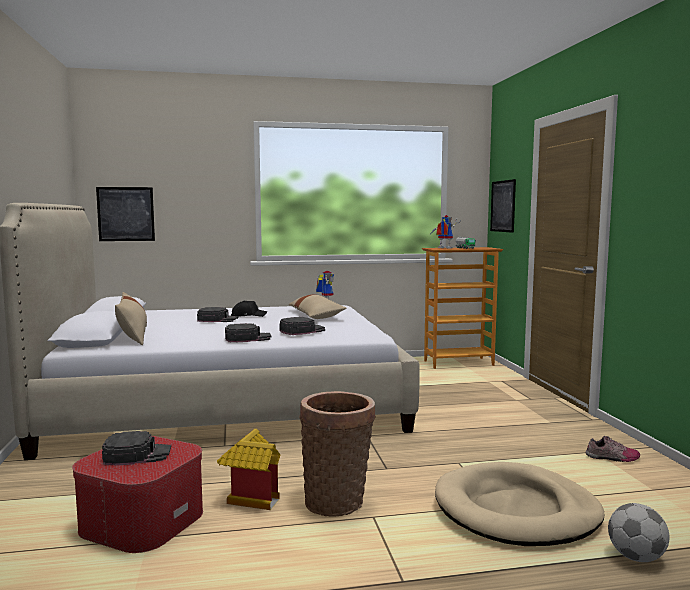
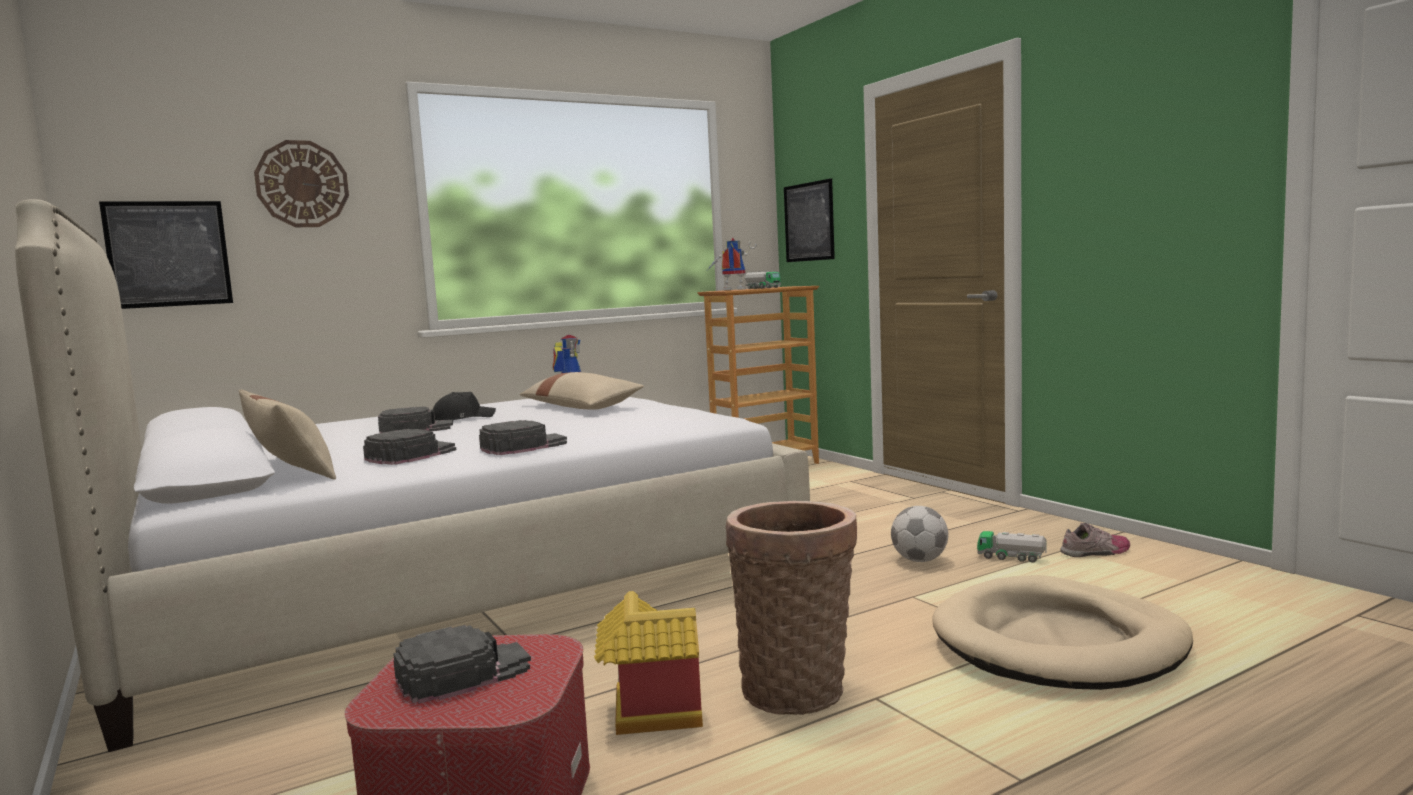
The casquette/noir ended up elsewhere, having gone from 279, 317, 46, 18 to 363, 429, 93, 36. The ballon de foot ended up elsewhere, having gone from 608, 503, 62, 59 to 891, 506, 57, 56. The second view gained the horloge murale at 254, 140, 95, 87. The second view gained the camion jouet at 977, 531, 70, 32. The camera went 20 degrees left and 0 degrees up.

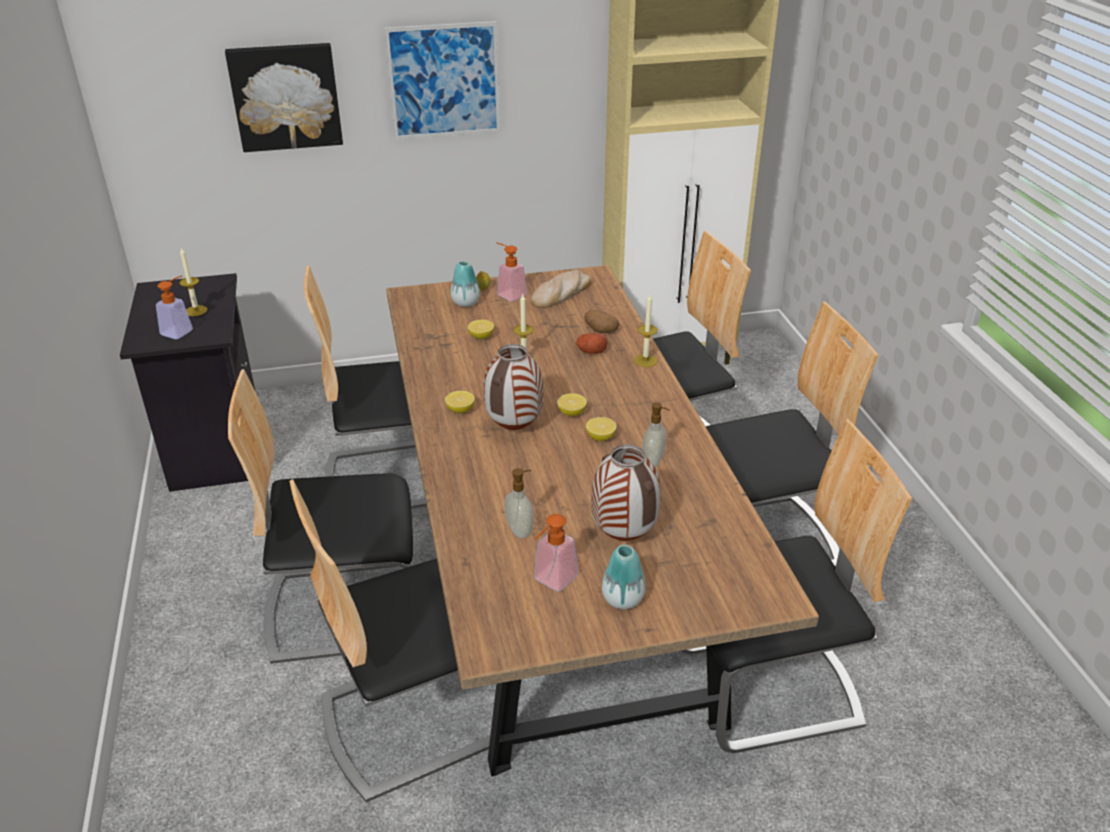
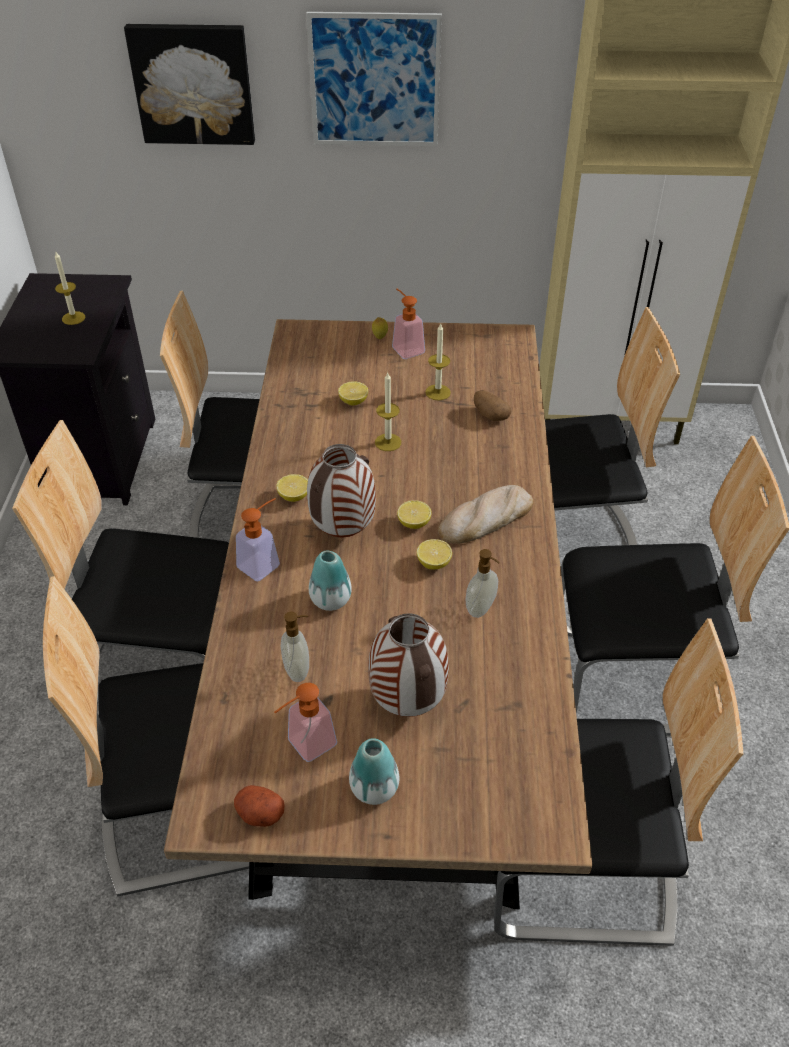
The distributeur de savon ended up elsewhere, having gone from 156, 276, 37, 63 to 236, 498, 44, 83. The vase ended up elsewhere, having gone from 451, 261, 29, 46 to 309, 551, 43, 60. The pain ended up elsewhere, having gone from 530, 270, 61, 38 to 438, 485, 95, 59. The pomme de terre ended up elsewhere, having gone from 576, 333, 32, 21 to 234, 785, 51, 42. The bougie ended up elsewhere, having gone from 634, 294, 24, 73 to 425, 324, 26, 77. The camera went 15 degrees right and 10 degrees up.

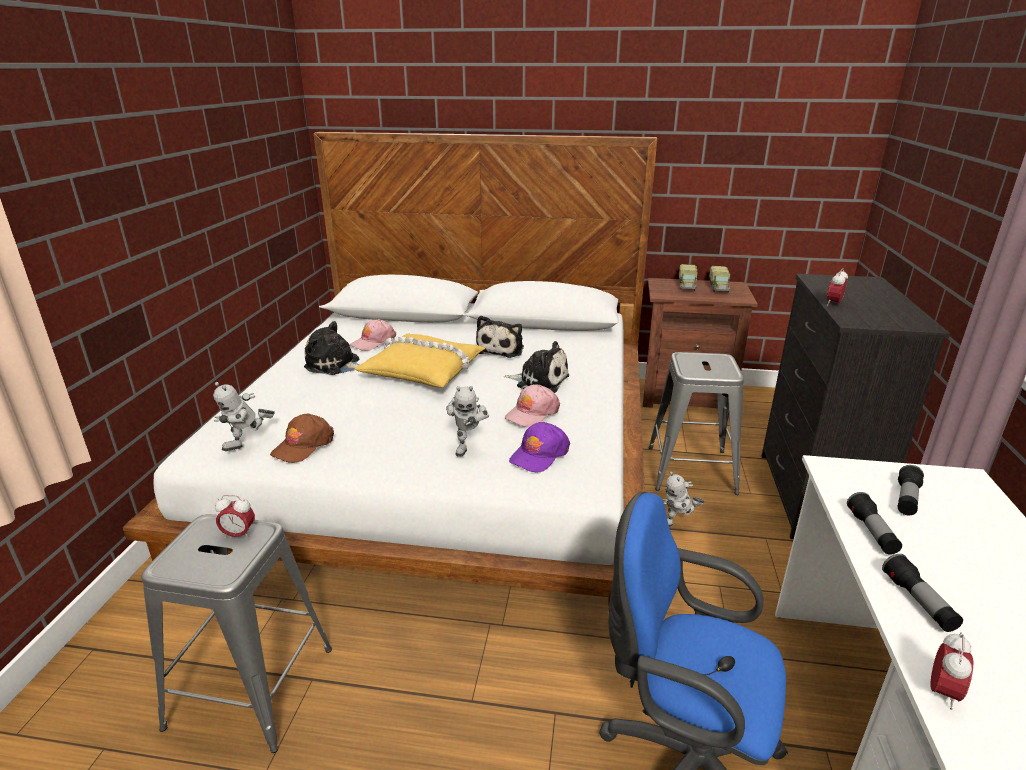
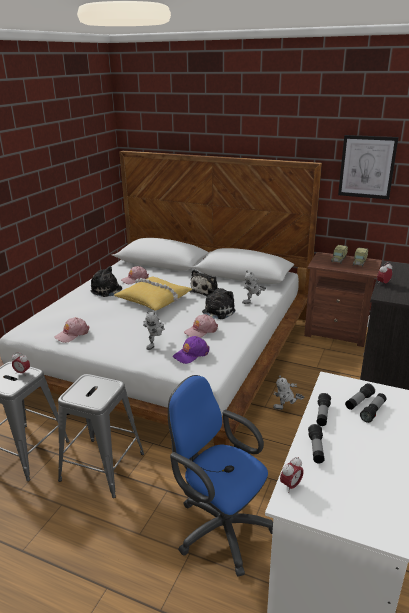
The robot jouet ended up elsewhere, having gone from 213, 382, 62, 69 to 242, 270, 24, 34. What was the casquette/marron at 270, 414, 64, 49 turned into the casquette/rose at 54, 317, 36, 26. The peluche at 503, 341, 66, 52 ended up facing another way, 90 degrees counterclockwise from before. The tabouret/gris ended up elsewhere, having gone from 649, 352, 95, 143 to 58, 374, 86, 124. The second view gained the tableau at 338, 135, 60, 64. The second view gained the lampe de poche at 360, 393, 27, 30. The camera went 15 degrees right and 0 degrees up.

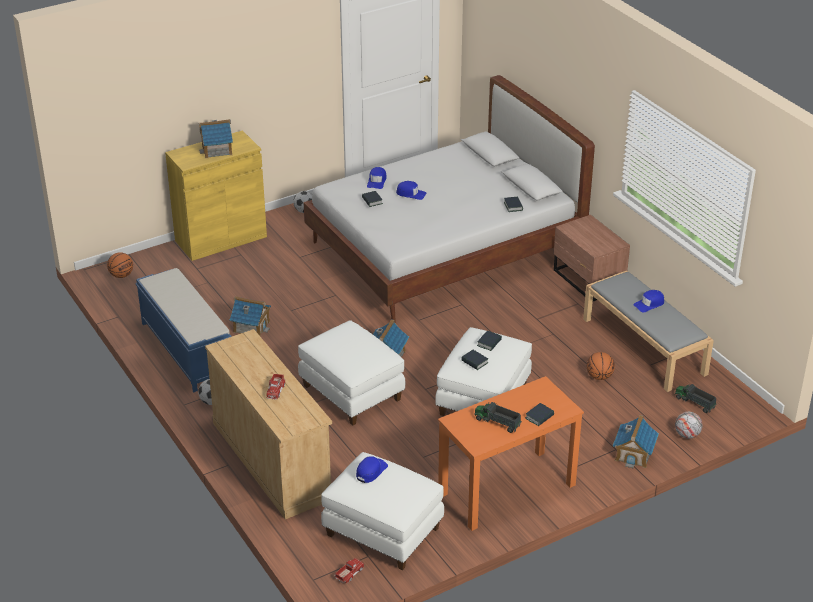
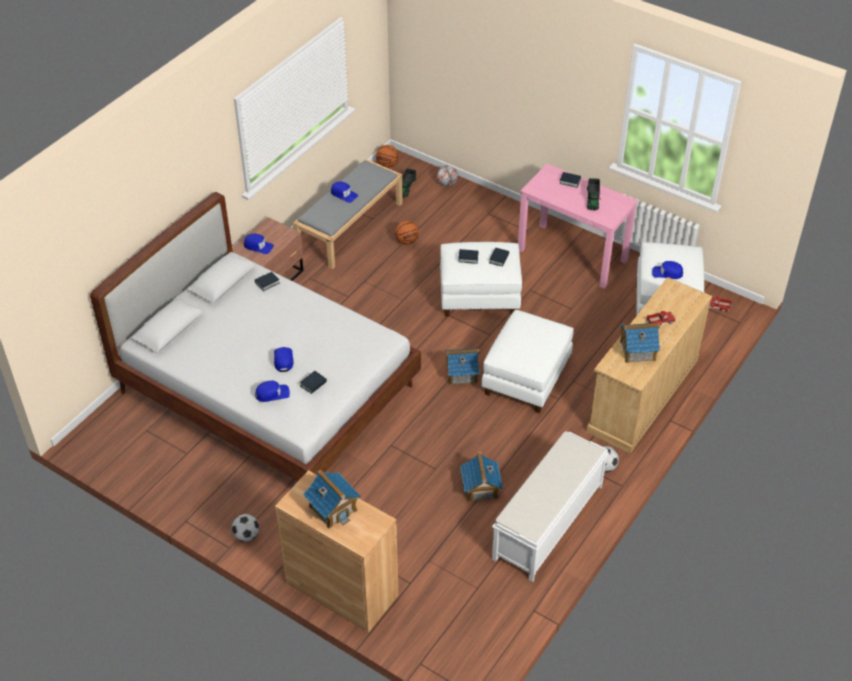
The ballon de basket ended up elsewhere, having gone from 107, 252, 26, 26 to 376, 145, 23, 23. What was the banc/bleu at 135, 268, 97, 124 turned into the banc/blanc at 492, 431, 117, 151. What was the meuble de rangement/jaune at 165, 130, 102, 131 turned into the meuble de rangement/marron at 275, 470, 123, 163. What was the bureau/orange at 438, 376, 146, 155 turned into the bureau/rose at 518, 164, 120, 124. The maison miniature ended up elsewhere, having gone from 613, 415, 46, 53 to 620, 323, 40, 40. The second view gained the casquette/bleu at 244, 234, 30, 20. The camera went 115 degrees left and 10 degrees up.

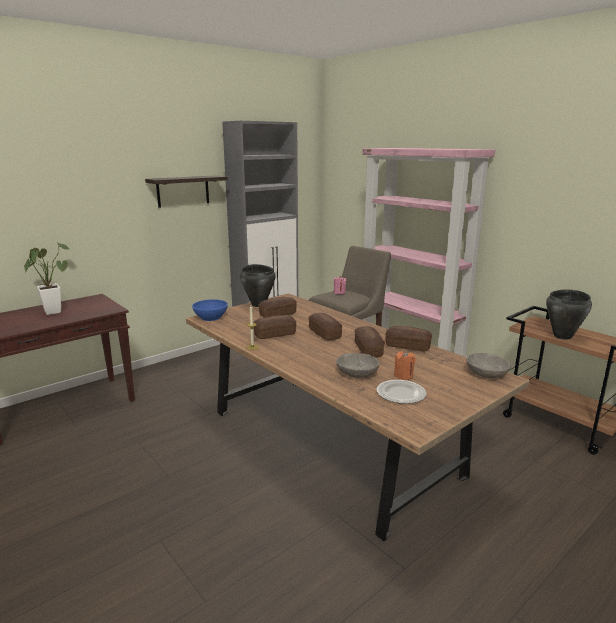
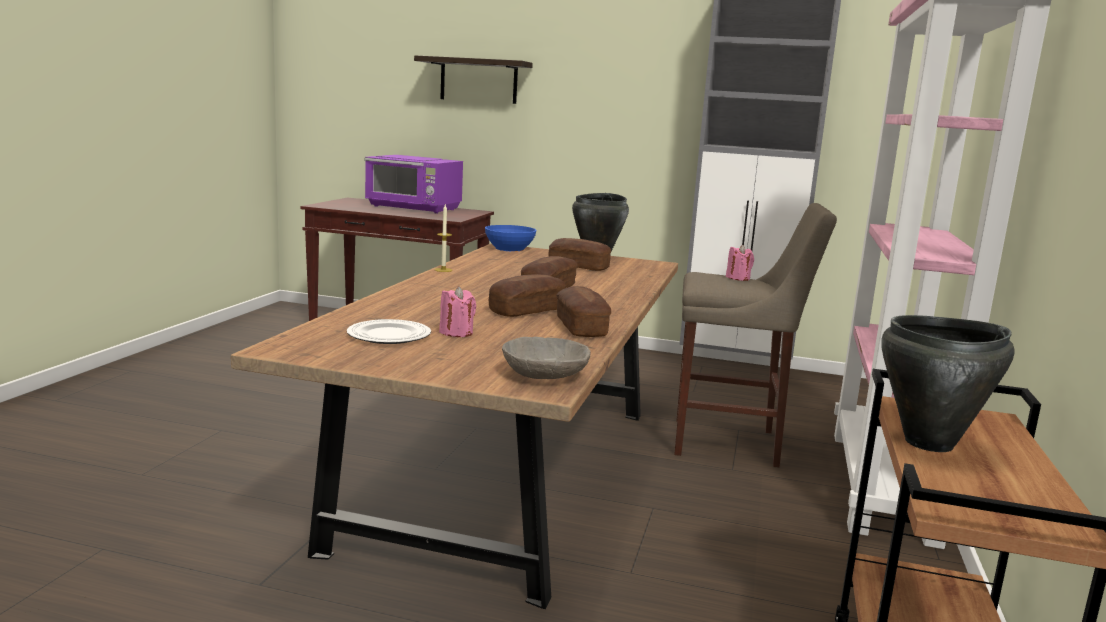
Where the plante en pot stood at 24, 242, 46, 73, the micro-ondes/violet came to stand at 364, 155, 99, 59. The étagère ended up elsewhere, having gone from 145, 175, 83, 33 to 414, 55, 119, 49. The second view lost the pain at 253, 315, 43, 24. The second view lost the bol/gris at 336, 353, 44, 25. What was the bougie/orange at 394, 351, 22, 29 turned into the bougie/rose at 439, 286, 37, 51. The camera went 55 degrees right and 5 degrees down.

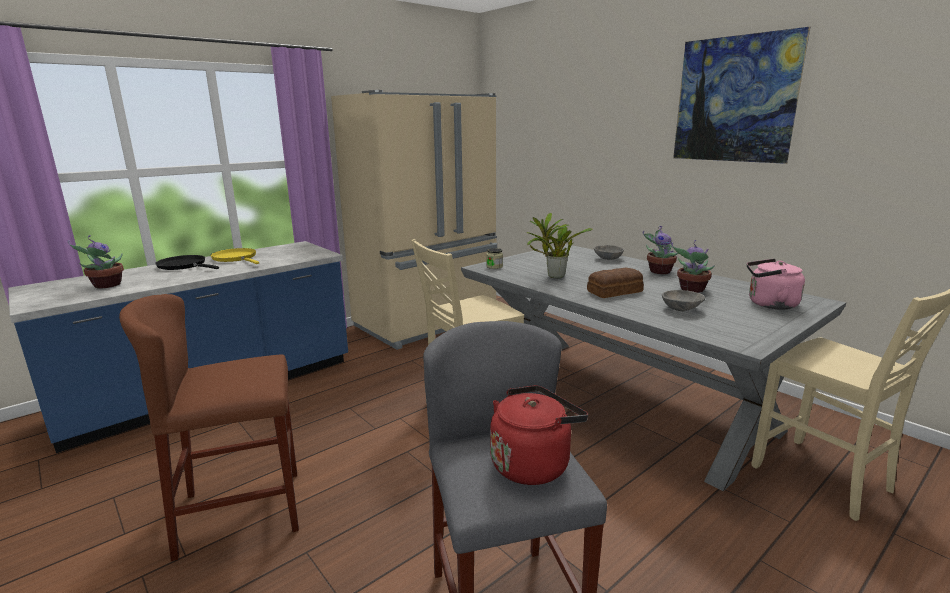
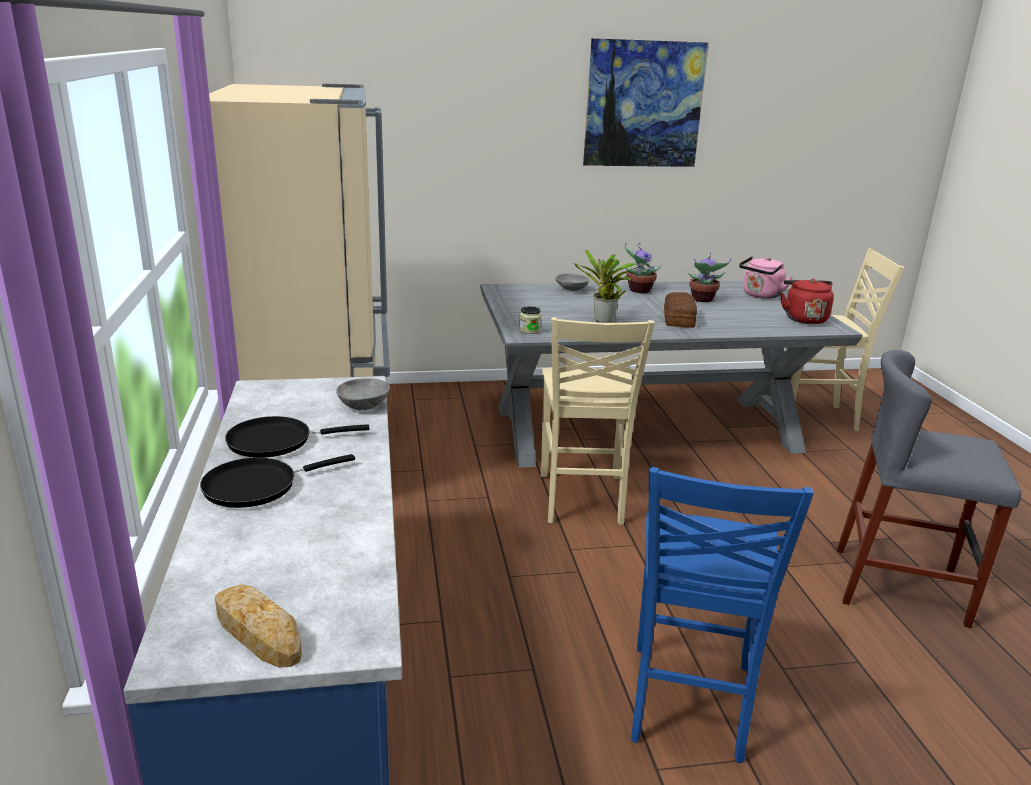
The second view lost the plante en pot at 68, 235, 56, 53. Where the tabouret/marron stood at 119, 294, 180, 267, the chaise/bleu came to stand at 631, 467, 183, 296. What was the poêle/jaune at 210, 248, 49, 16 turned into the poêle/noir at 225, 416, 145, 42. The bouilloire/rouge ended up elsewhere, having gone from 490, 385, 98, 100 to 780, 279, 54, 45. The bol/gris ended up elsewhere, having gone from 662, 290, 43, 21 to 336, 378, 54, 32. The second view gained the pain at 215, 584, 87, 84. The camera went 60 degrees left and 5 degrees up.

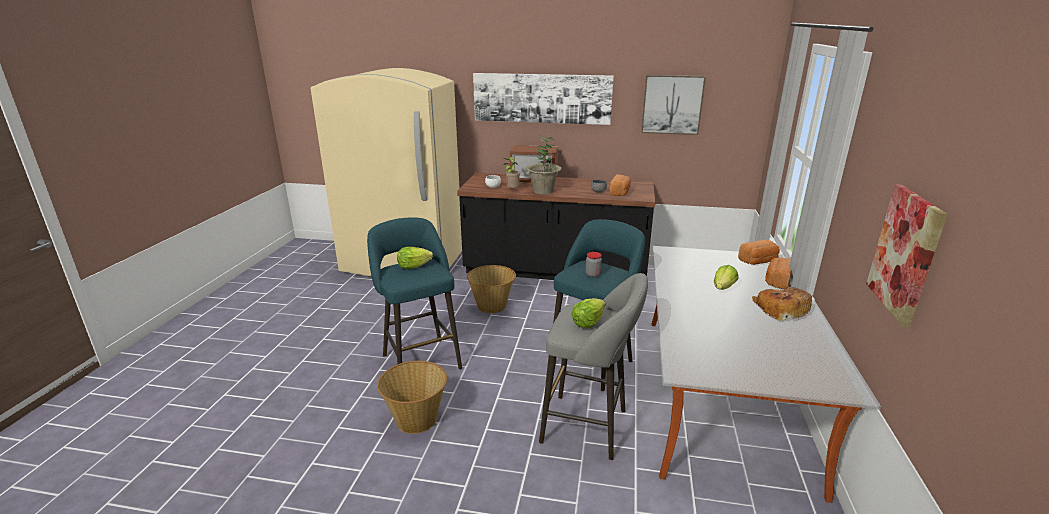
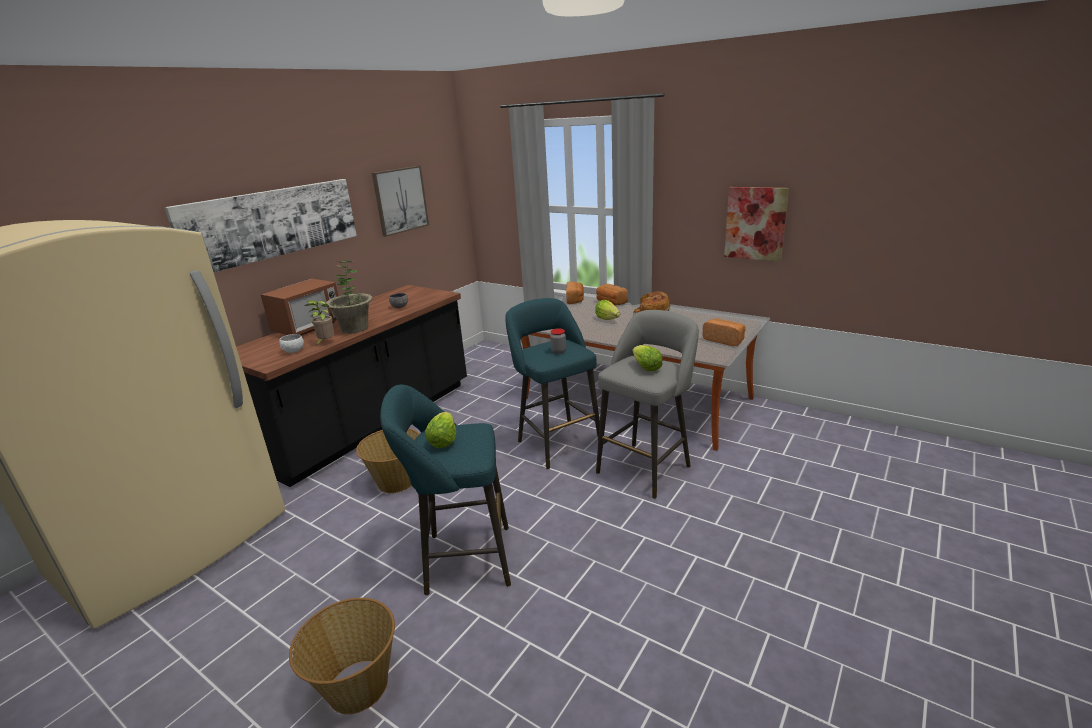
The panier ended up elsewhere, having gone from 377, 361, 70, 73 to 289, 598, 106, 116. The pain ended up elsewhere, having gone from 610, 175, 21, 21 to 702, 319, 44, 27. The camera went 65 degrees left and 0 degrees up.

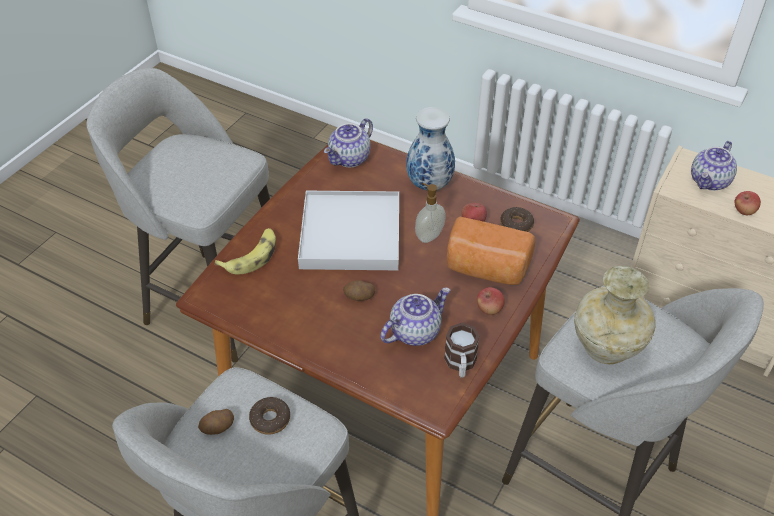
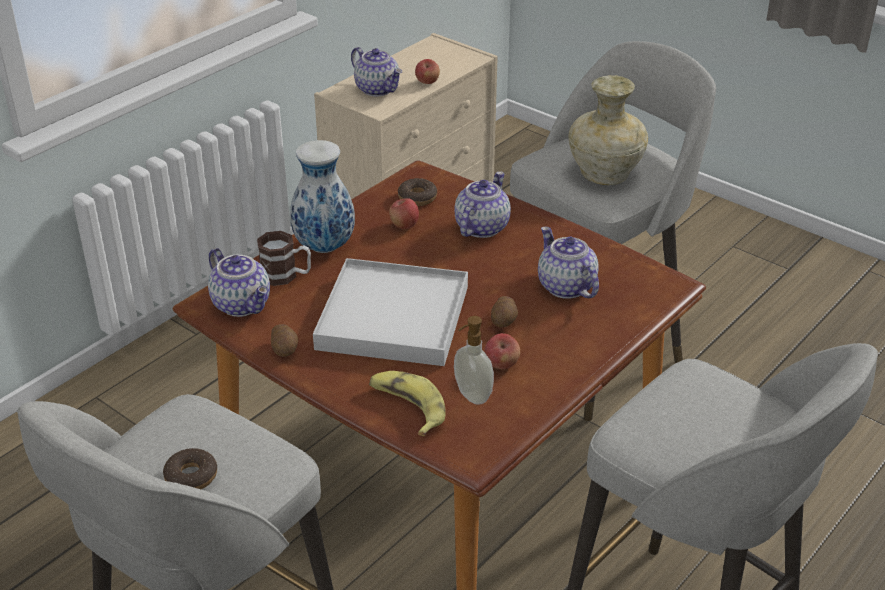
The pomme de terre ended up elsewhere, having gone from 198, 409, 36, 26 to 271, 324, 27, 33. The beignet ended up elsewhere, having gone from 249, 397, 41, 38 to 163, 448, 54, 41. The distributeur de savon ended up elsewhere, having gone from 415, 183, 31, 60 to 454, 316, 40, 89. The mug ended up elsewhere, having gone from 444, 323, 36, 55 to 257, 231, 54, 55. Where the pain stood at 447, 217, 88, 68, the théière came to stand at 454, 172, 57, 66. The pomme ended up elsewhere, having gone from 477, 287, 28, 28 to 485, 333, 35, 36. The camera went 80 degrees left and 10 degrees down.

